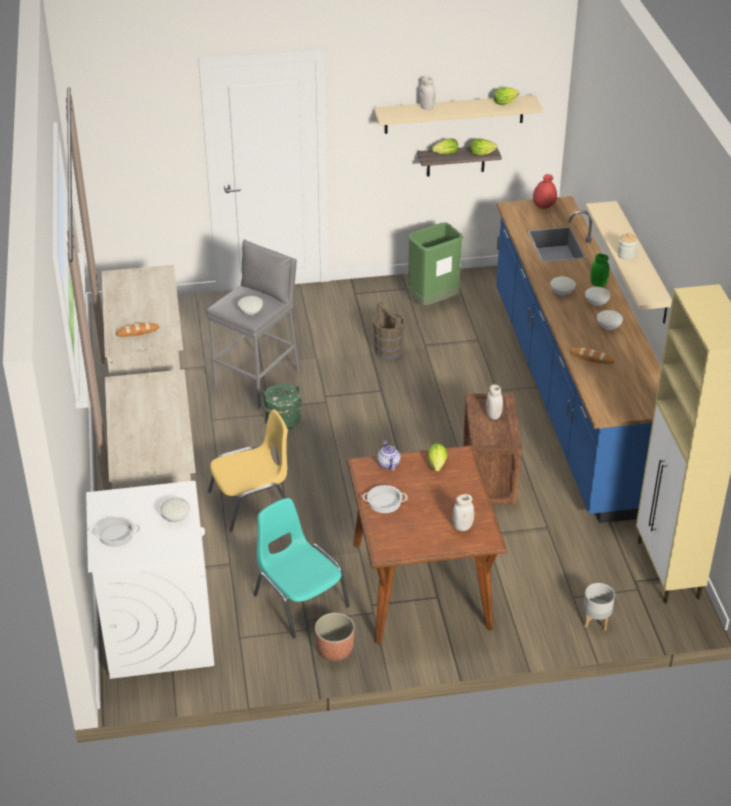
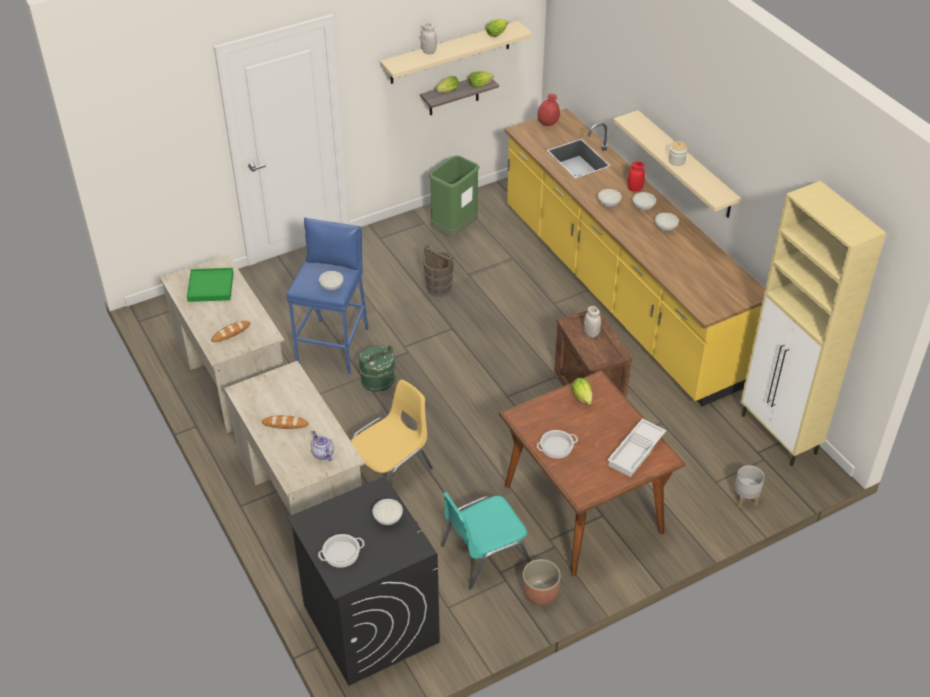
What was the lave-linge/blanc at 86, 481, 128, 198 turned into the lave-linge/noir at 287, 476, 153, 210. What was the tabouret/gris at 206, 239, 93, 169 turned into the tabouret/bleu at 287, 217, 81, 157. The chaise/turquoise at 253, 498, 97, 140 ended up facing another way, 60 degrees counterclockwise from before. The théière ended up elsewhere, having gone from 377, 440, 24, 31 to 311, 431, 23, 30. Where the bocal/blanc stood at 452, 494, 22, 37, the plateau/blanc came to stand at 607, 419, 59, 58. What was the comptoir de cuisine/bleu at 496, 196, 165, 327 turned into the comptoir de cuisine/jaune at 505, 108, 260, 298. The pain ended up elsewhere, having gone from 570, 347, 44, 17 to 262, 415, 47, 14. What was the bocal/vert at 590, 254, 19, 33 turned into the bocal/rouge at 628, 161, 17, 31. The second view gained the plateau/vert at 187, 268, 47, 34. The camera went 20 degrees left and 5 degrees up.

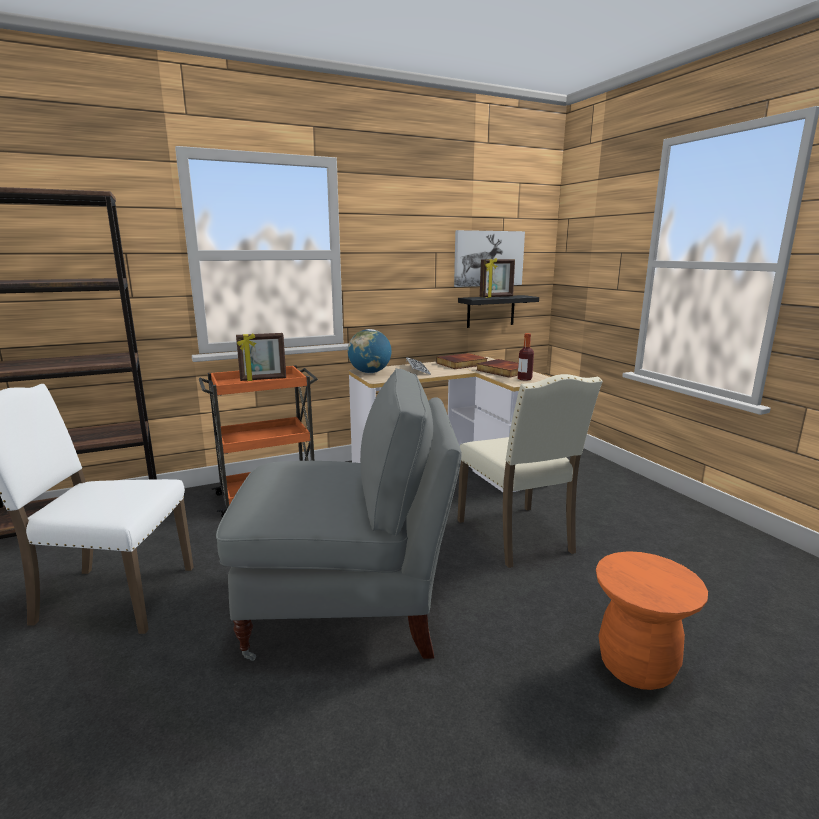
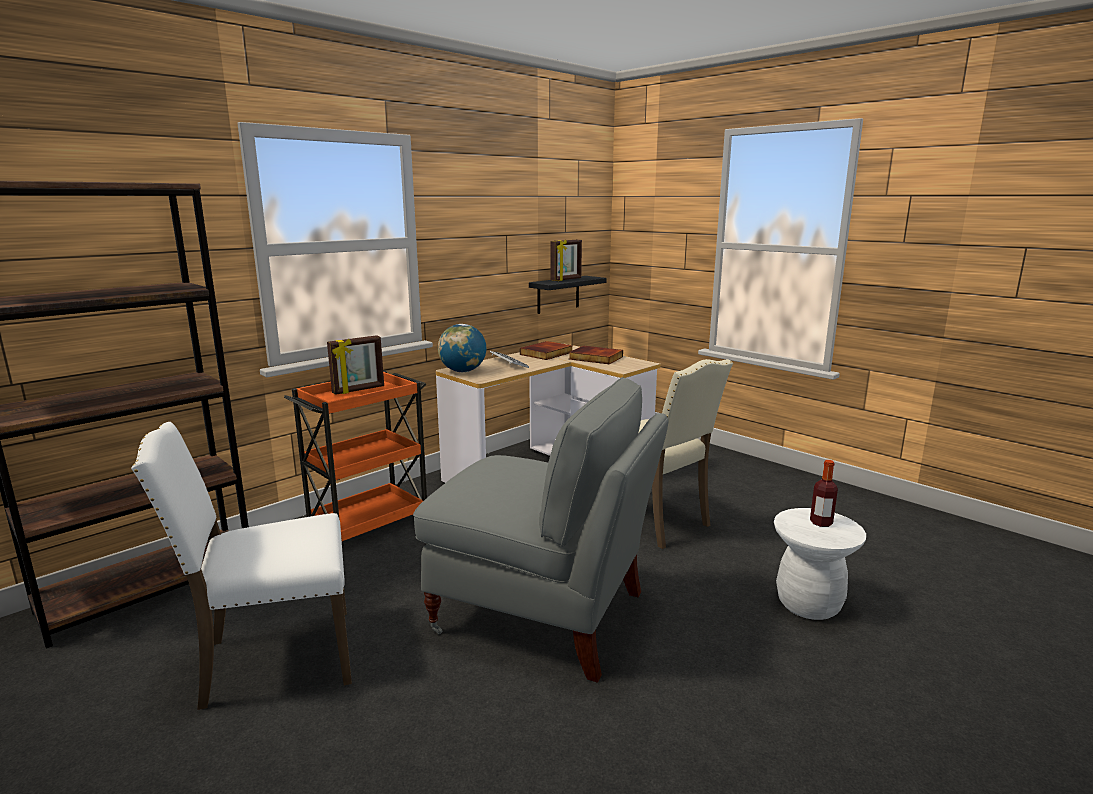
The chaise/gris at 216, 368, 245, 293 ended up facing another way, 45 degrees clockwise from before. The second view lost the tableau at 454, 230, 71, 57. The bouteille ended up elsewhere, having gone from 518, 333, 16, 48 to 810, 460, 28, 67. What was the tabouret/orange at 596, 551, 112, 139 turned into the tabouret/blanc at 774, 508, 92, 112. The camera went 20 degrees left and 0 degrees up.

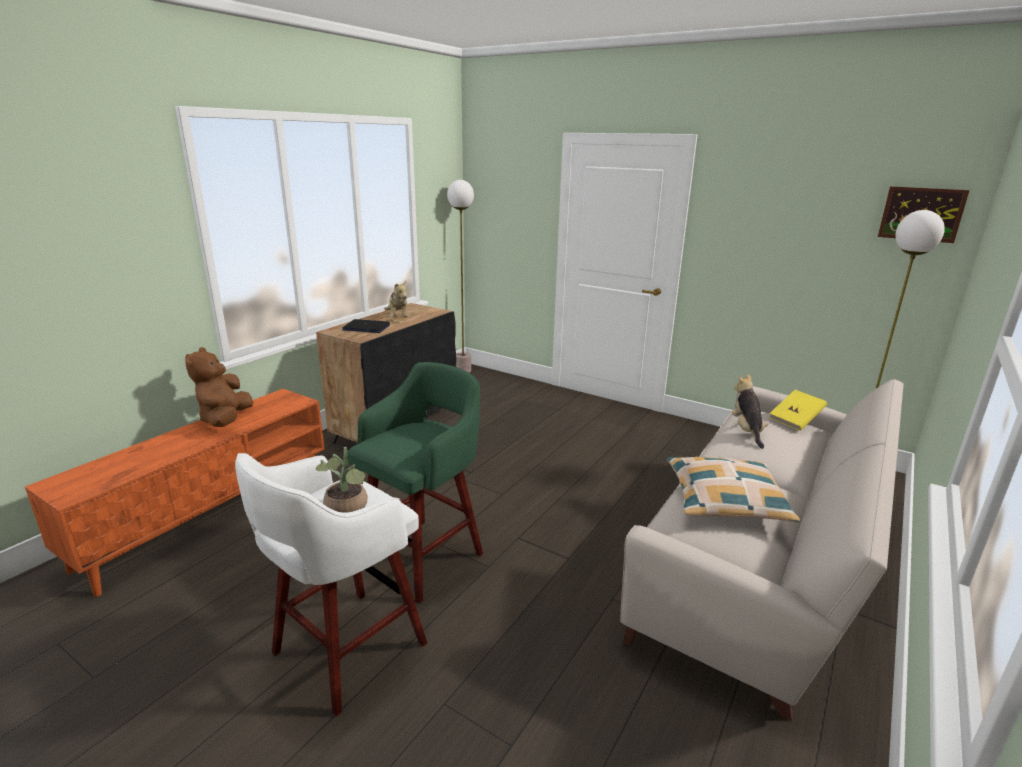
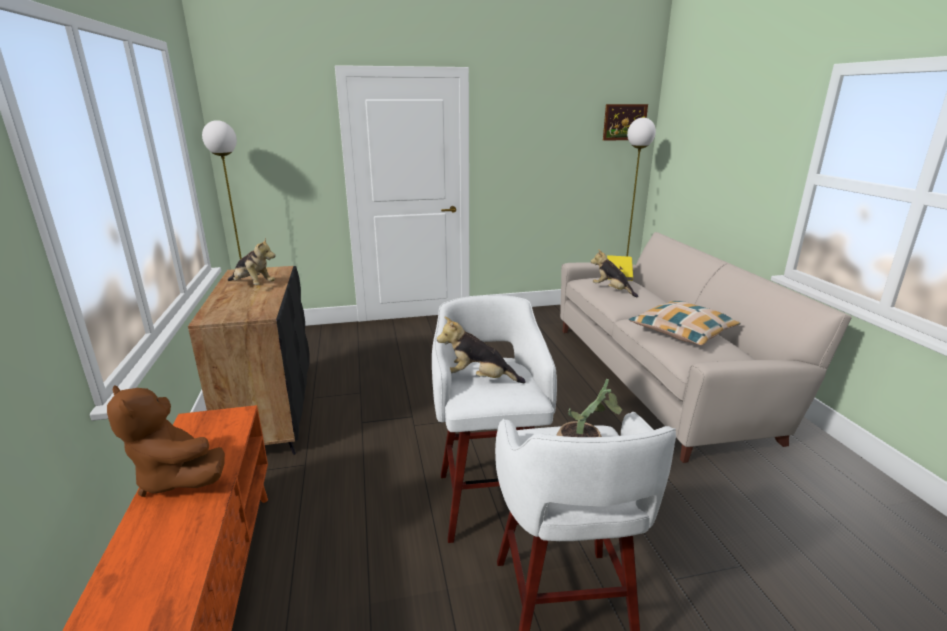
The second view lost the ordinateur portable at 342, 319, 48, 14. What was the tabouret/vert at 347, 362, 136, 241 turned into the tabouret/blanc at 432, 295, 125, 248. The second view gained the peluche at 437, 316, 89, 67. The camera went 45 degrees left and 0 degrees up.

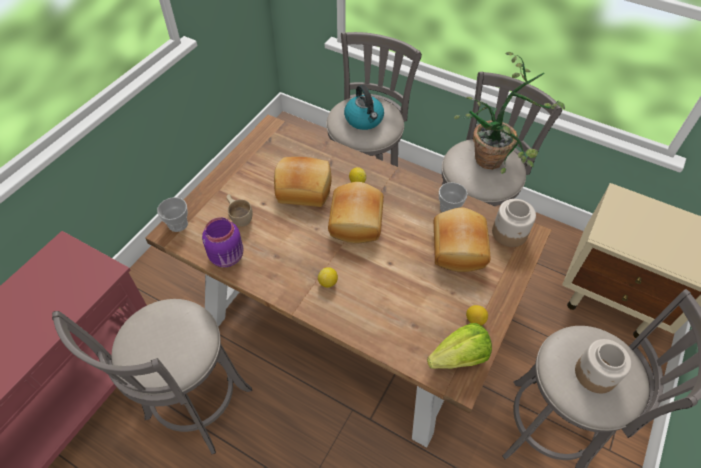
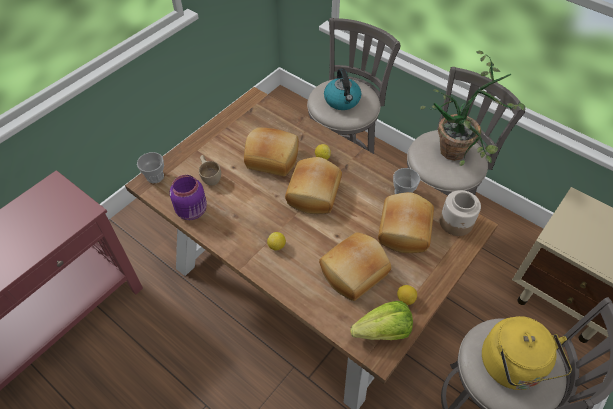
The second view lost the tabouret/gris at 52, 299, 200, 155. Where the bocal stood at 575, 339, 56, 54, the bouilloire/jaune came to stand at 482, 316, 90, 74. The second view gained the pain at 319, 232, 72, 69. The camera went 10 degrees right and 0 degrees up.

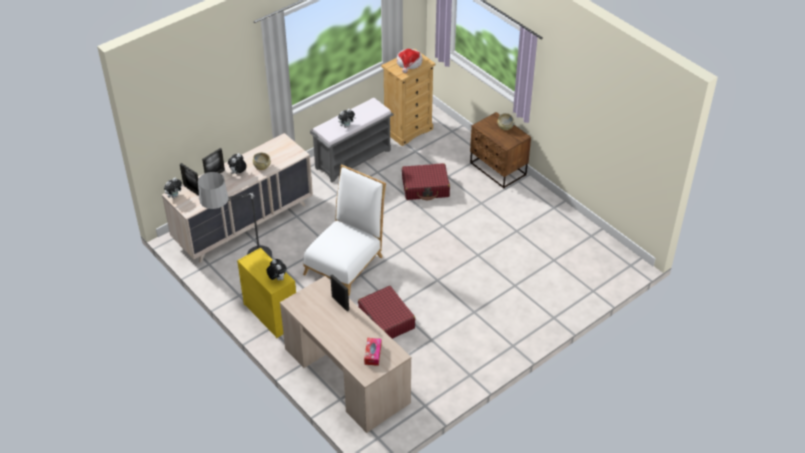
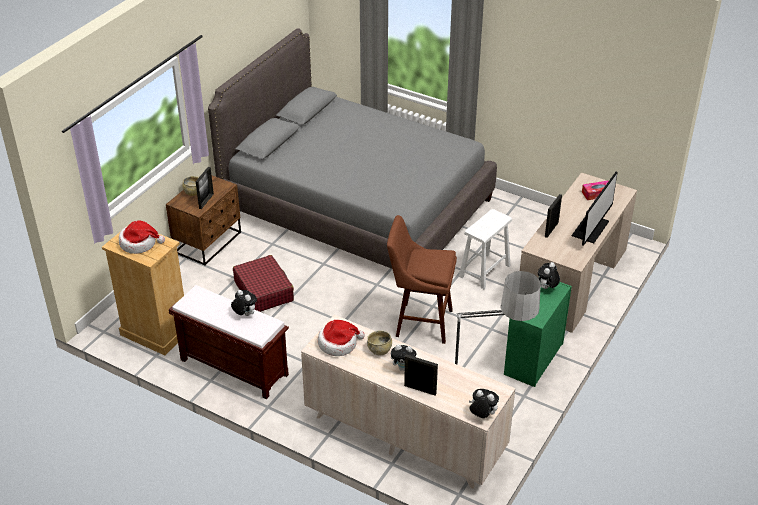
The cadre photo ended up elsewhere, having gone from 180, 163, 19, 33 to 196, 167, 18, 42. What was the commode/jaune at 237, 248, 59, 90 turned into the commode/vert at 504, 277, 68, 110. Where the chaise/blanc stood at 303, 164, 83, 131, the tabouret/marron came to stand at 387, 215, 70, 129. What was the banc/gris at 310, 97, 84, 85 turned into the banc/marron at 169, 285, 120, 114. Where the valise/rouge stood at 358, 286, 57, 53, the tabouret/blanc came to stand at 459, 209, 53, 80. The second view gained the lit/gris at 208, 28, 289, 241. The second view gained the chapeau at 318, 320, 47, 36. The second view gained the écran d'ordinateur at 572, 172, 45, 74. The camera went 110 degrees left and 5 degrees down.

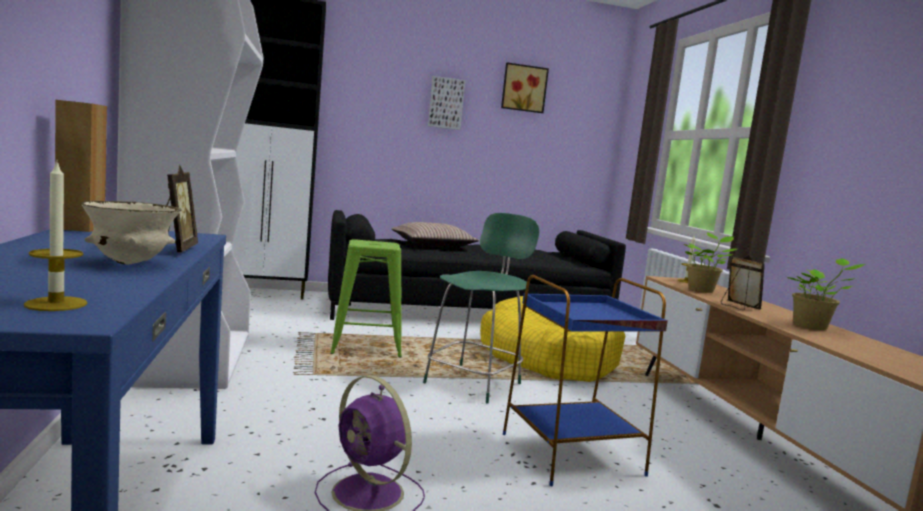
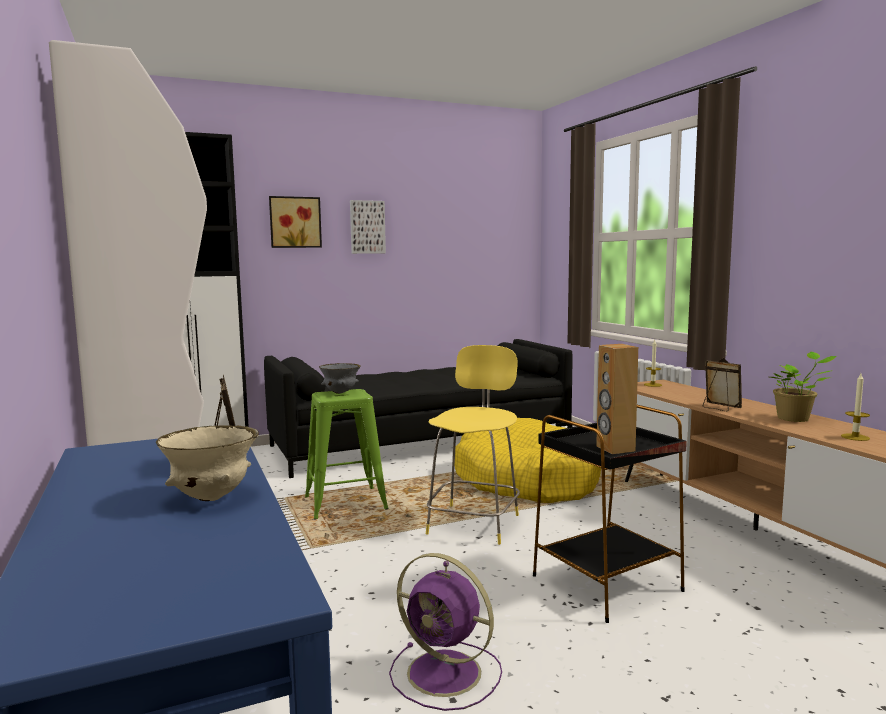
The bougie ended up elsewhere, having gone from 24, 162, 63, 149 to 841, 374, 29, 67. The enceinte/marron ended up elsewhere, having gone from 55, 100, 52, 132 to 596, 344, 42, 110. The second view lost the coussin at 392, 222, 87, 25. What was the tabouret/vert at 423, 213, 117, 191 turned into the tabouret/jaune at 426, 345, 94, 200. The tableau ended up elsewhere, having gone from 501, 62, 48, 51 to 269, 196, 53, 52. What was the table d'appoint/bleu at 503, 275, 165, 211 turned into the table d'appoint/noir at 533, 405, 154, 218. The second view lost the plante en pot at 684, 232, 53, 61. The second view gained the bol/gris at 319, 363, 42, 31. The camera went 10 degrees left and 0 degrees up.

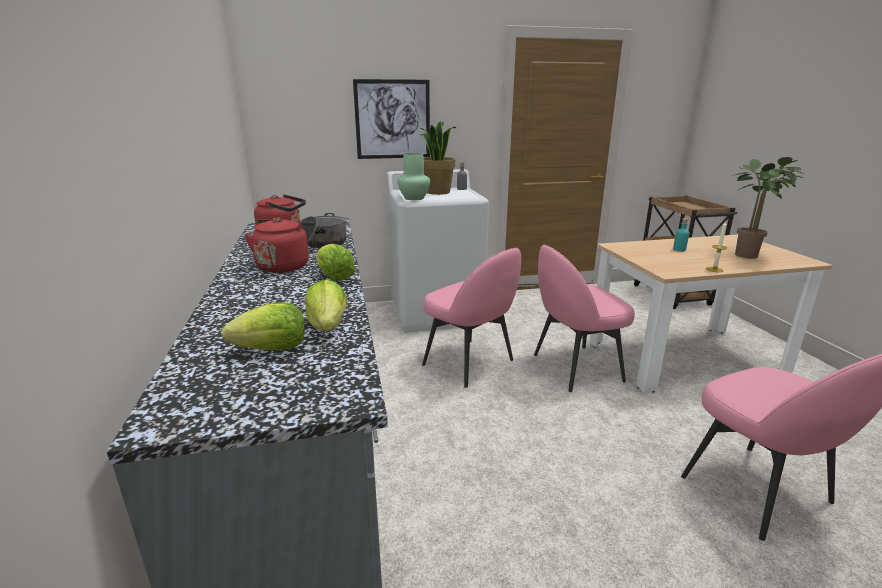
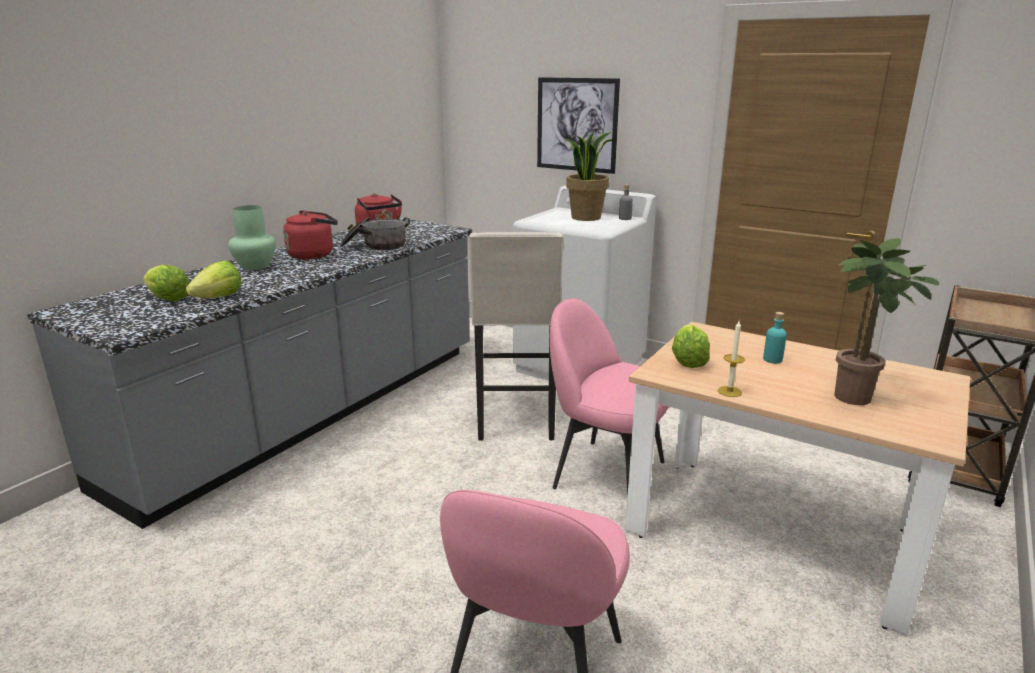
The laitue ended up elsewhere, having gone from 316, 244, 39, 37 to 672, 325, 38, 43. The vase/vert ended up elsewhere, having gone from 397, 153, 33, 47 to 228, 205, 48, 65. Where the chaise/rose stood at 422, 248, 99, 140, the tabouret/beige came to stand at 469, 232, 94, 209. The camera went 45 degrees right and 0 degrees up.

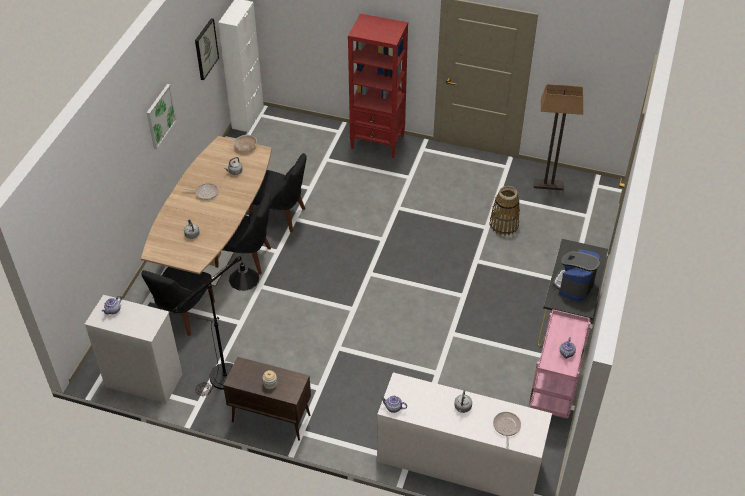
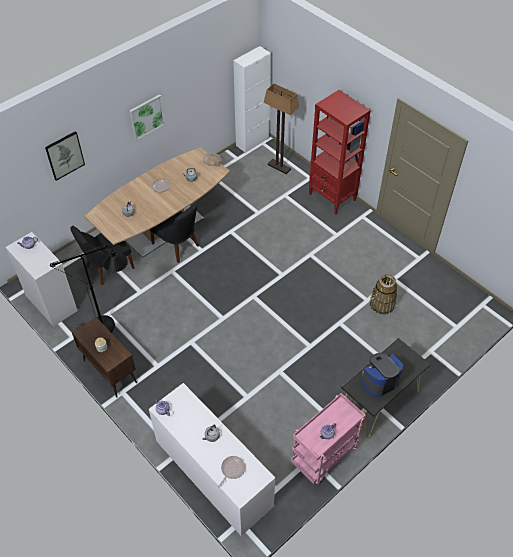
The tableau ended up elsewhere, having gone from 195, 18, 24, 62 to 45, 131, 40, 50. The second view lost the chaise/noir at 249, 153, 57, 80. The lampadaire ended up elsewhere, having gone from 534, 84, 49, 106 to 263, 84, 36, 90. The camera went 30 degrees right and 5 degrees up.

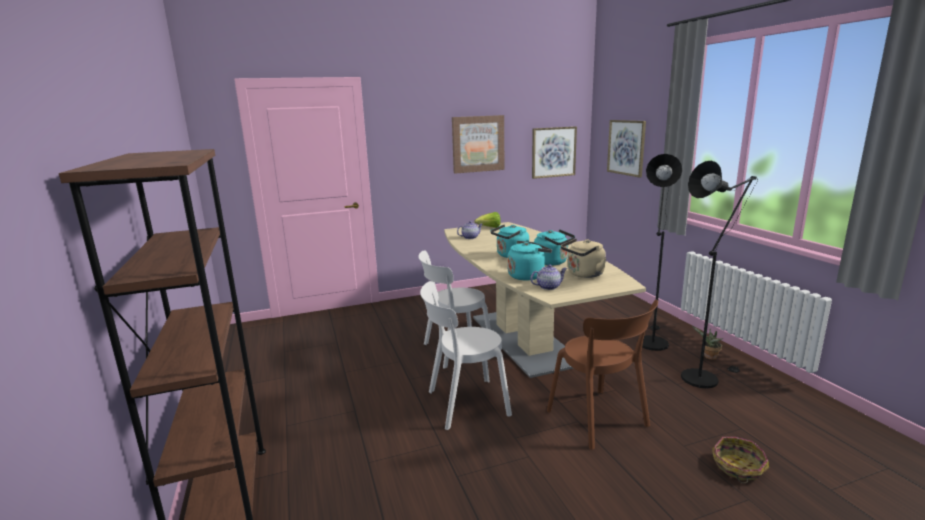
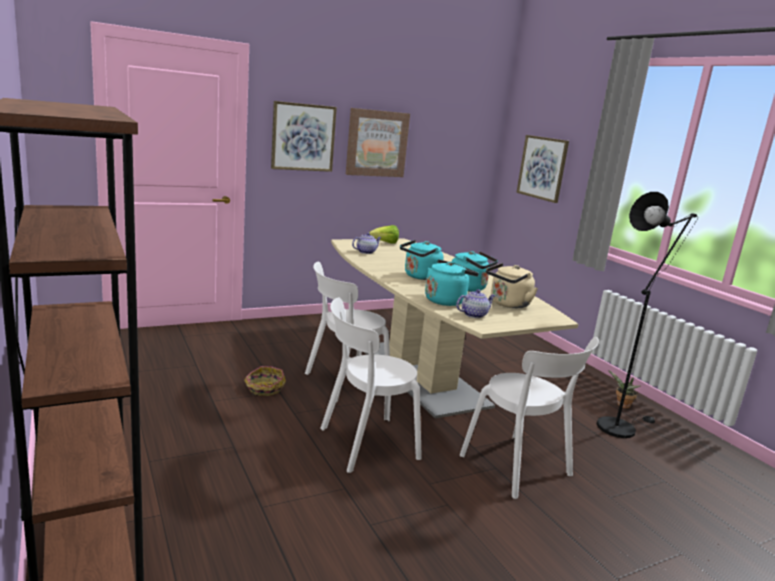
The tableau ended up elsewhere, having gone from 532, 126, 45, 53 to 271, 101, 66, 71. What was the chaise/marron at 547, 300, 111, 150 turned into the chaise/blanc at 460, 337, 139, 162. The second view lost the lampadaire/noir at 637, 154, 45, 197. The panier ended up elsewhere, having gone from 712, 437, 57, 47 to 244, 366, 42, 30. The camera went 10 degrees left and 0 degrees up.

